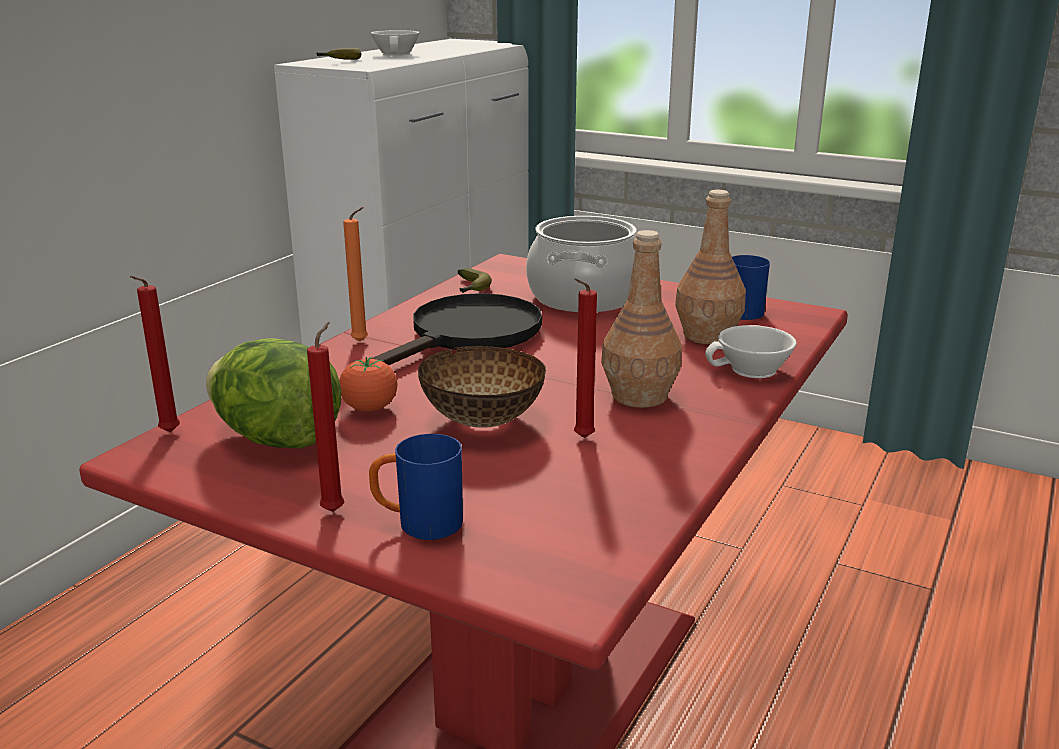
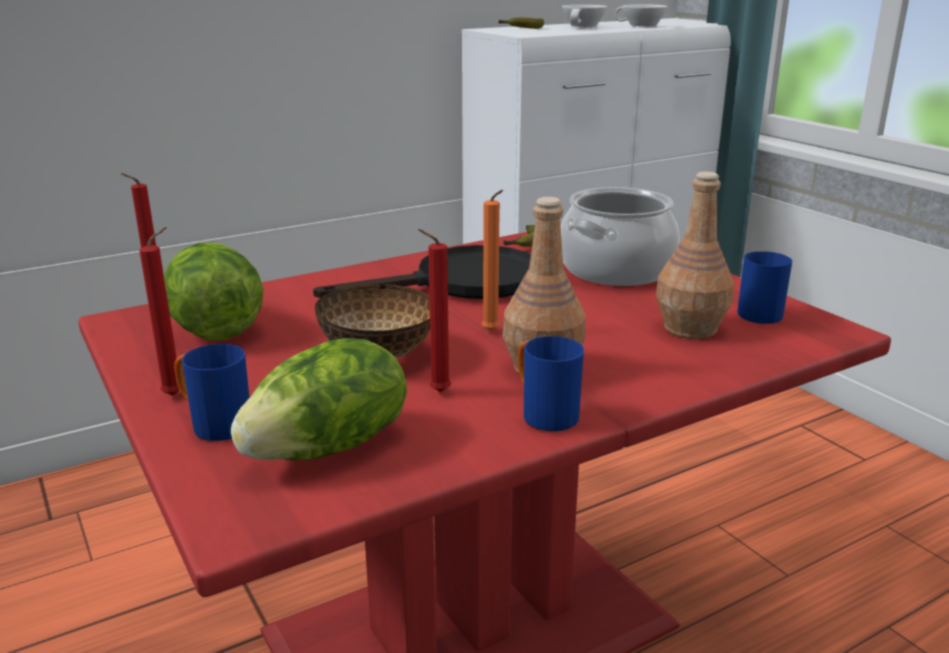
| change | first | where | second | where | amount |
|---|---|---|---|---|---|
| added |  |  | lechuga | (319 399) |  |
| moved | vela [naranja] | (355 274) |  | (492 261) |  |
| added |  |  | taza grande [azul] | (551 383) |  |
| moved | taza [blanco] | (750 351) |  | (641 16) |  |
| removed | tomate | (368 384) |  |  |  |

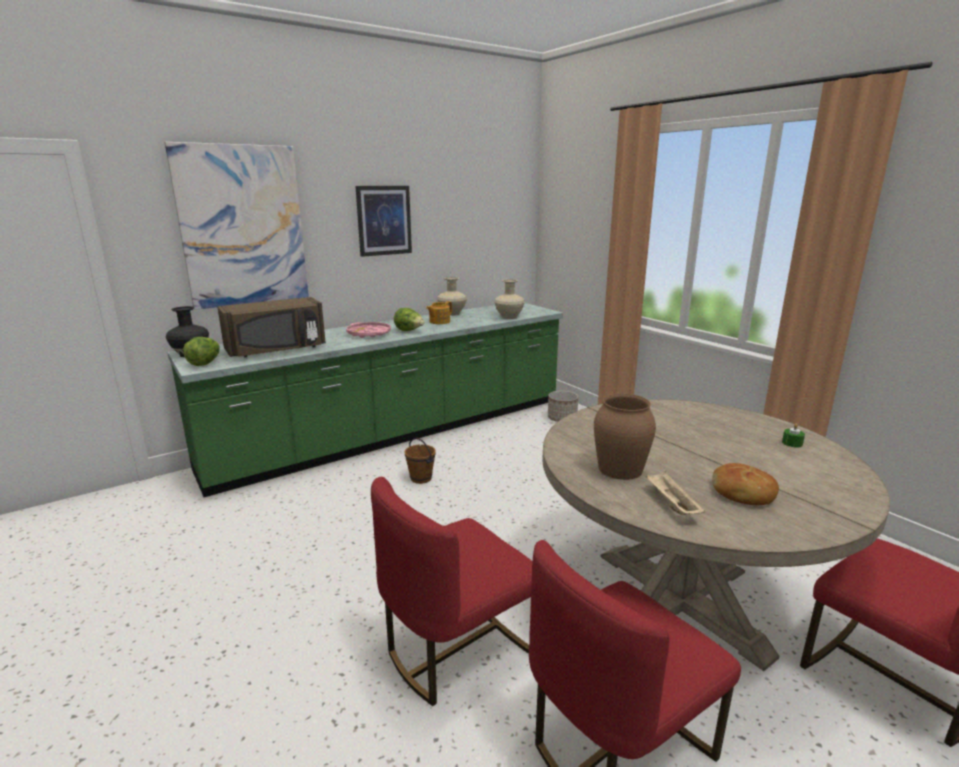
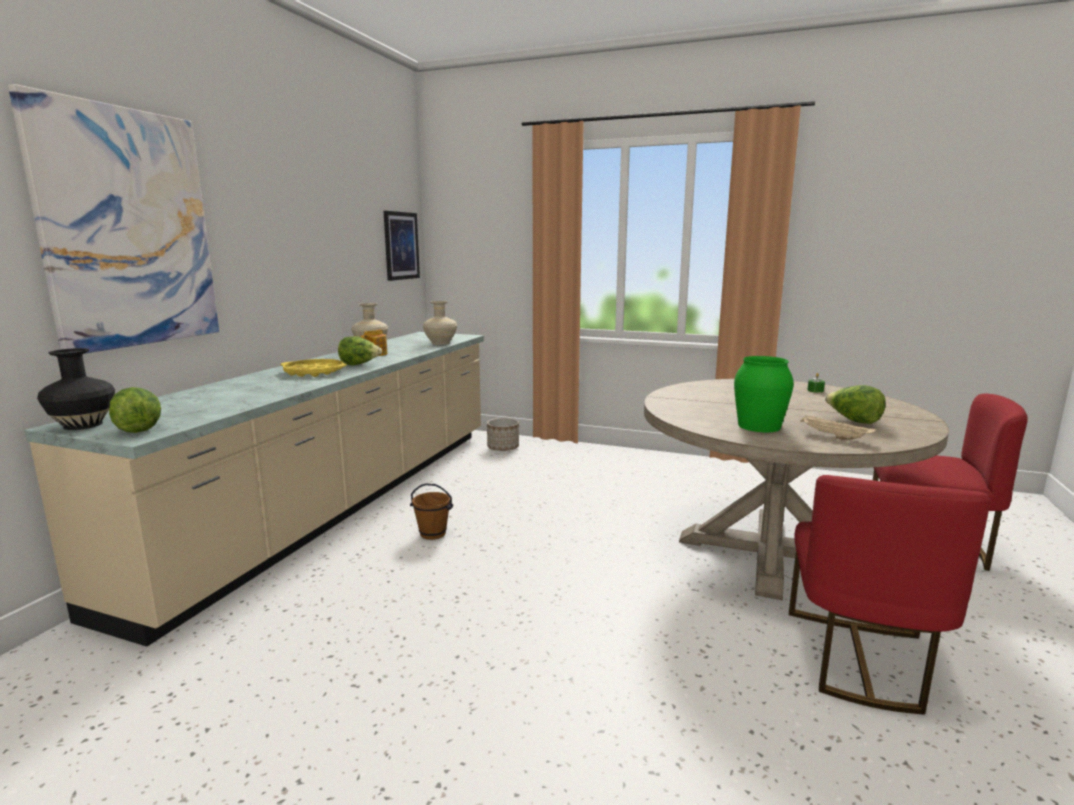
| change | first | where | second | where | amount |
|---|---|---|---|---|---|
| recoloured | mueble bajo de cocina [verde] | (365 400) | mueble bajo de cocina [beis] | (254 489) |  |
| recoloured | bandeja [rosa] | (368 330) | bandeja [amarillo] | (314 368) |  |
| moved | cuadro | (384 221) |  | (402 246) |  |
| recoloured | florero [marrón] | (625 436) | florero [verde] | (764 394) |  |
| replaced | pan | (745 484) | lechuga | (855 404) |  |
| removed | microondas [marrón] | (271 327) |  |  |  |
| removed | silla [rojo] | (452 591) |  |  |  |

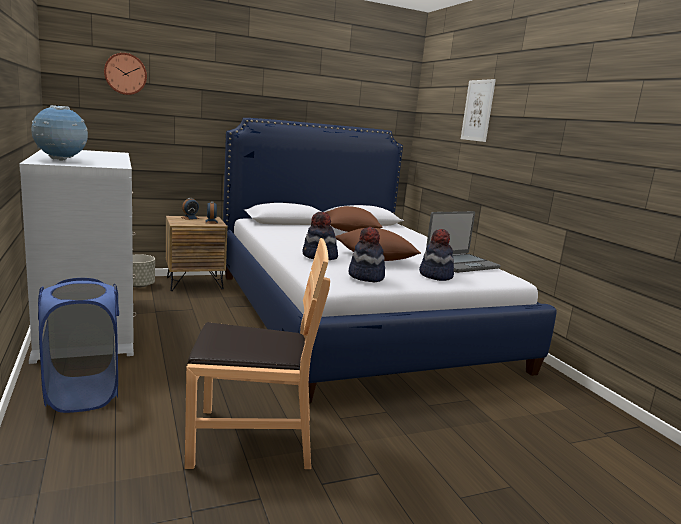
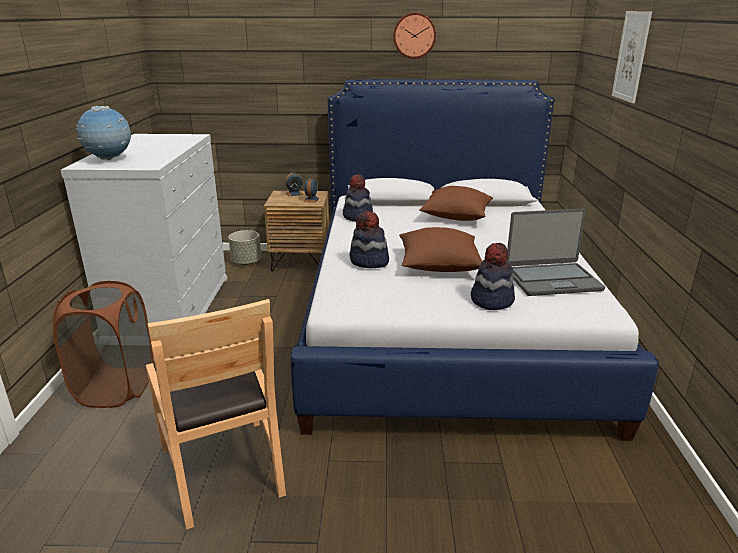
| change | first | where | second | where | amount |
|---|---|---|---|---|---|
| recoloured | cesto de la ropa [azul] | (78 345) | cesto de la ropa [marrón] | (103 344) |  |
| turned | silla [marrón] | (257 353) |  | (216 414) | 45 degrees clockwise |
| moved | sombrero | (367 254) |  | (358 198) |  |
| moved | reloj de pared | (125 74) |  | (414 36) |  |

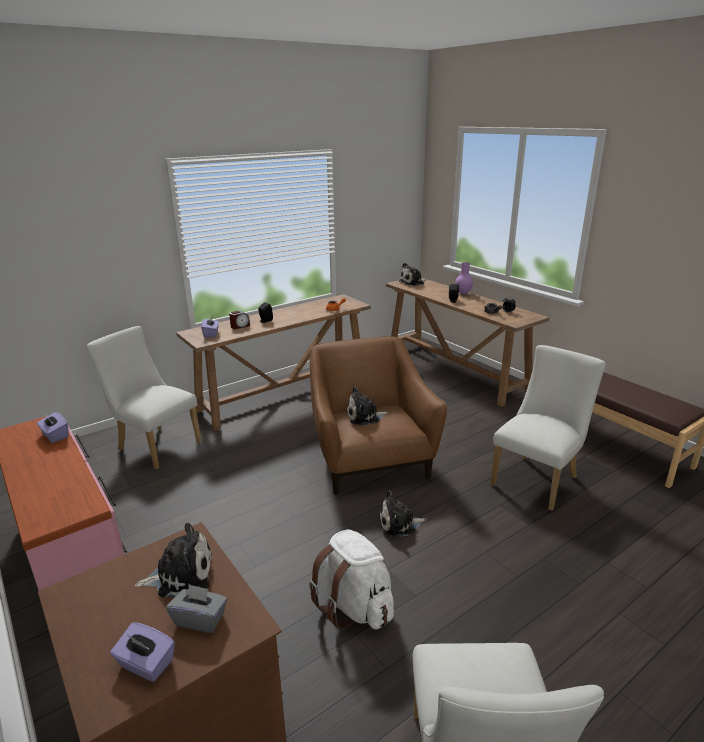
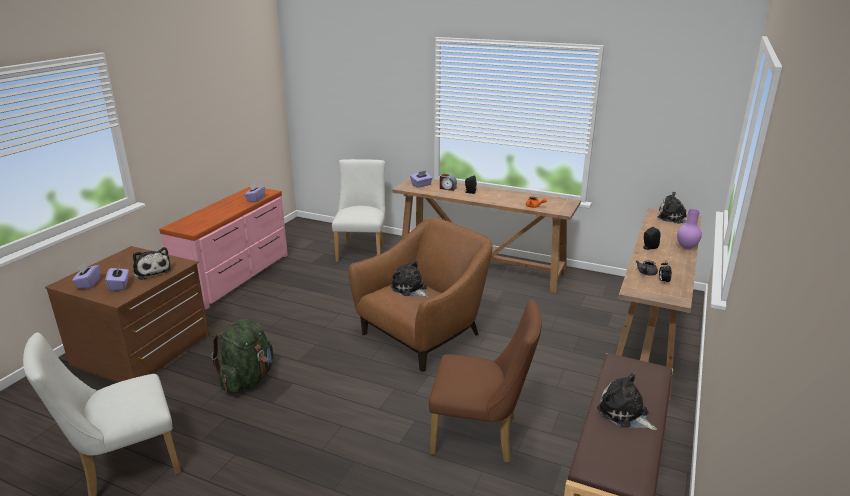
| change | first | where | second | where | amount |
|---|---|---|---|---|---|
| recoloured | caja de pañuelos [gris] | (196 608) | caja de pañuelos [morado] | (117 278) |  |
| recoloured | mochila [blanco] | (351 579) | mochila [verde] | (242 356) |  |
| recoloured | silla [blanco] | (548 428) | silla [marrón] | (485 381) |  |
| moved | peluche | (402 514) |  | (627 401) |  |

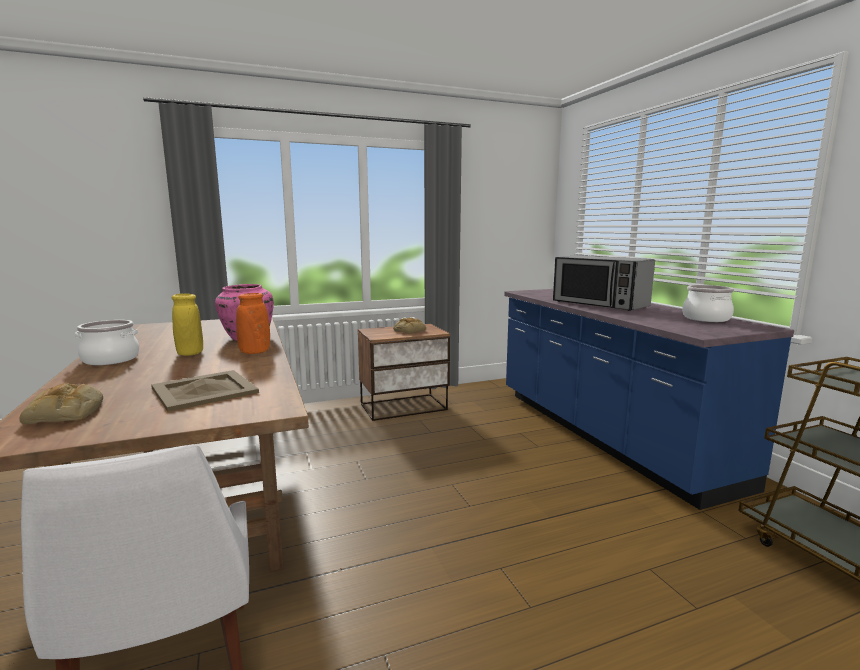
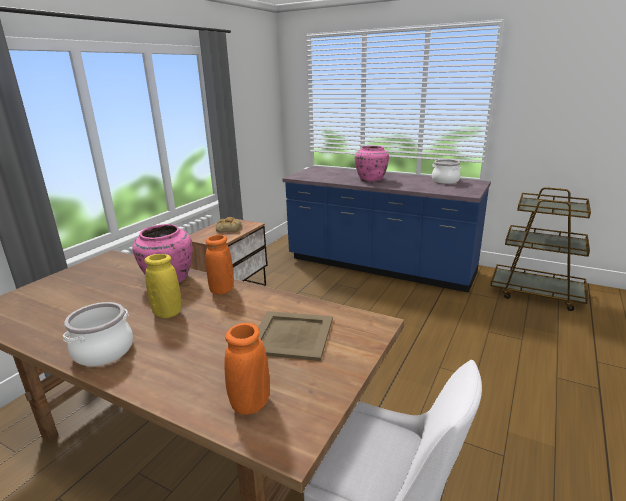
| change | first | where | second | where | amount |
|---|---|---|---|---|---|
| replaced | pan | (61 403) | florero [naranja] | (247 369) |  |
| replaced | microondas | (604 283) | florero [rosa] | (372 163) |  |

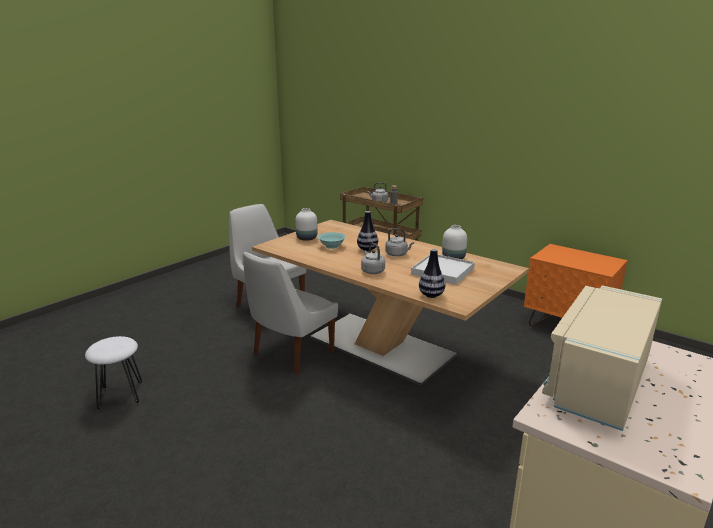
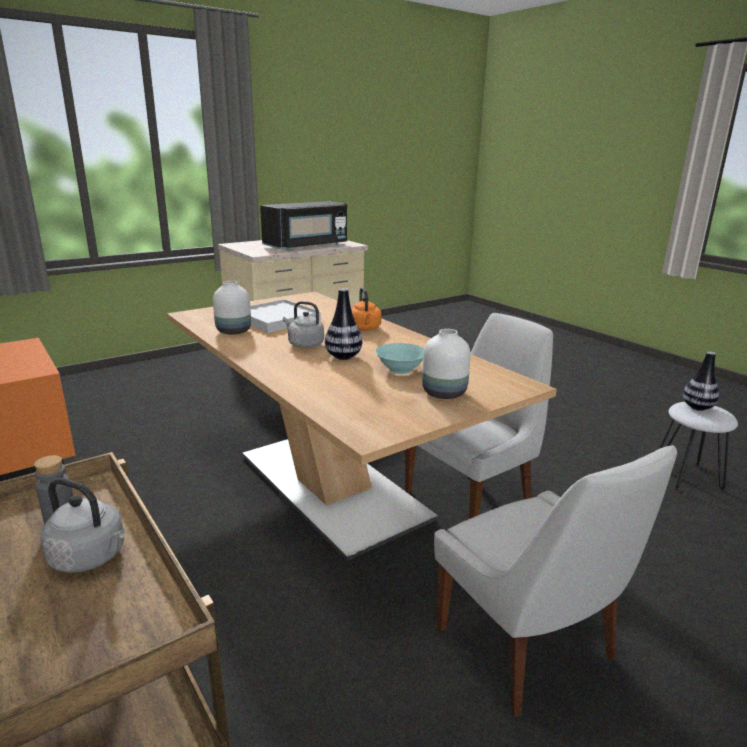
| change | first | where | second | where | amount |
|---|---|---|---|---|---|
| recoloured | microondas [beis] | (602 358) | microondas [negro] | (303 226) |  |
| recoloured | hervidor [gris] | (373 258) | hervidor [naranja] | (366 309) |  |
| moved | florero | (432 273) |  | (701 381) |  |

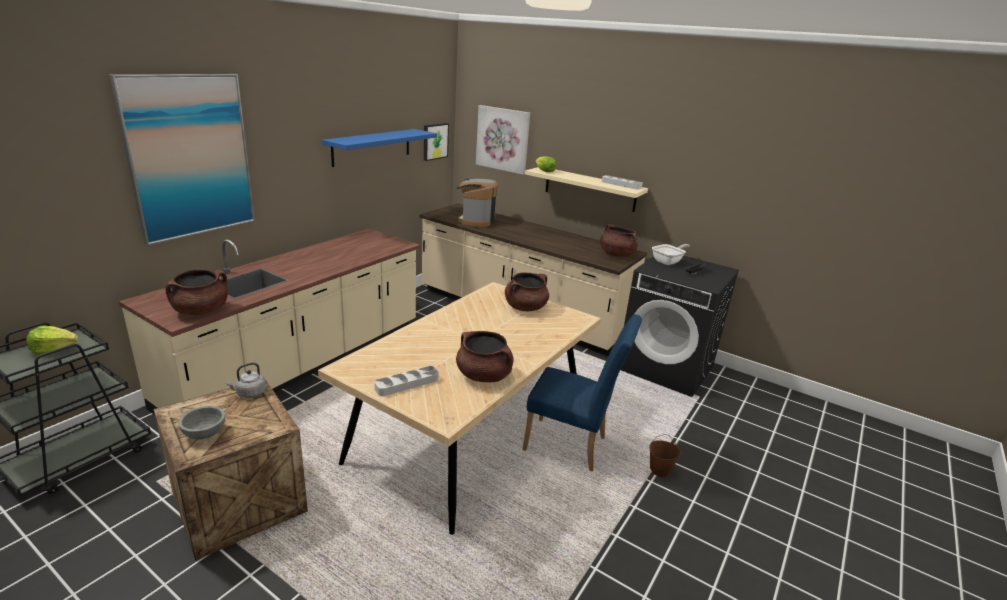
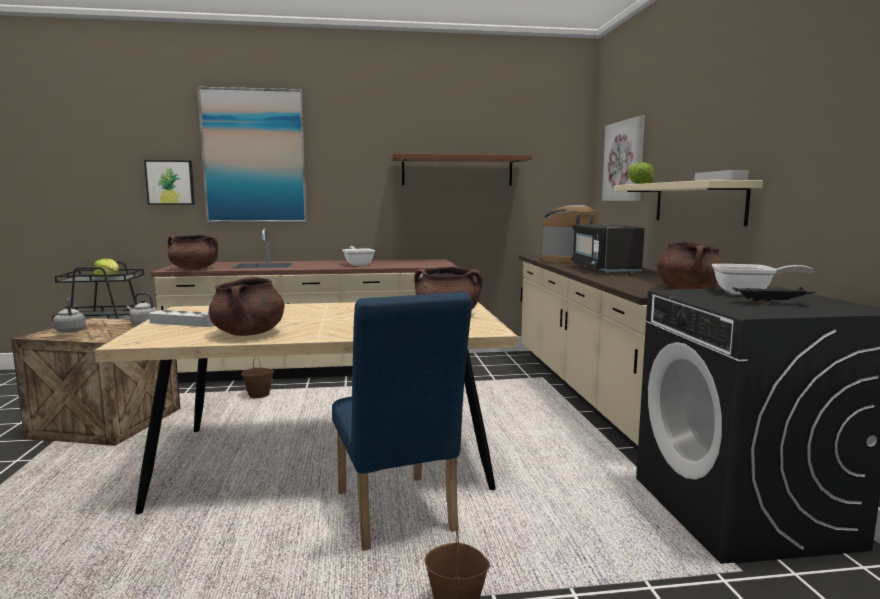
| change | first | where | second | where | amount |
|---|---|---|---|---|---|
| replaced | cuenco [gris] | (201 422) | hervidor [gris] | (69 315) |  |
| moved | cuadro | (436 142) |  | (169 182) |  |
| added |  |  | cubo [marrón] | (257 377) |  |
| added |  |  | sartén | (358 256) |  |
| recoloured | estante [azul] | (379 148) | estante [marrón] | (461 170) |  |
| added |  |  | microondas [negro] | (608 249) |  |

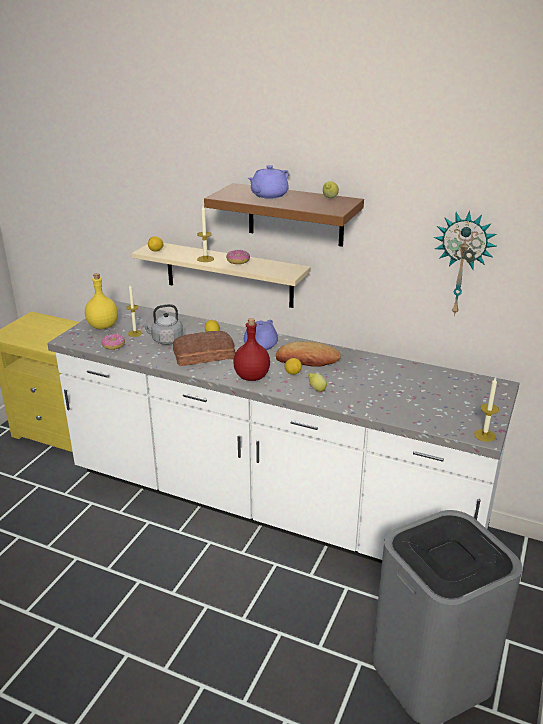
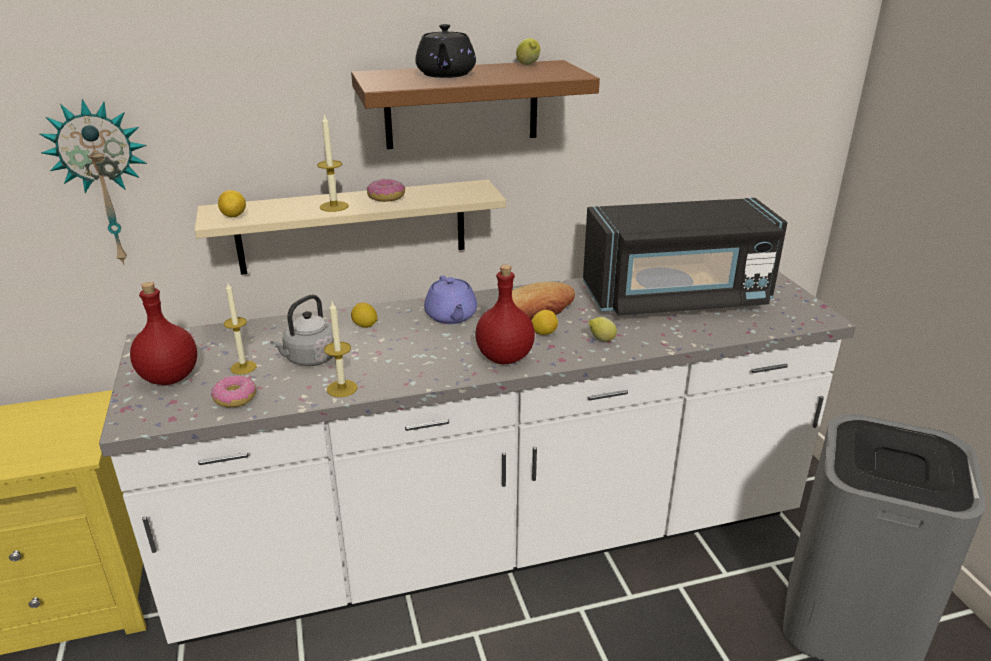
| change | first | where | second | where | amount |
|---|---|---|---|---|---|
| moved | reloj de pared | (465 263) |  | (93 182) |  |
| recoloured | botella [amarillo] | (101 301) | botella [rojo] | (163 333) |  |
| moved | vela | (486 409) |  | (341 349) |  |
| recoloured | tetera [morado] | (268 182) | tetera [negro] | (445 51) |  |
| added |  |  | microondas [negro] | (685 256) |  |
| removed | pan | (204 348) |  |  |  |

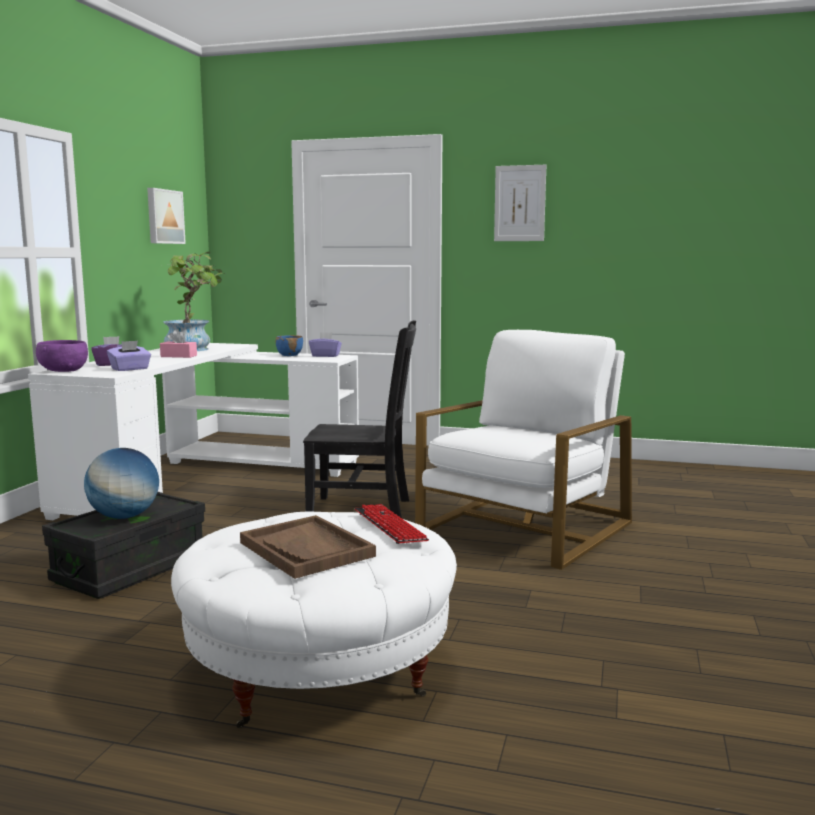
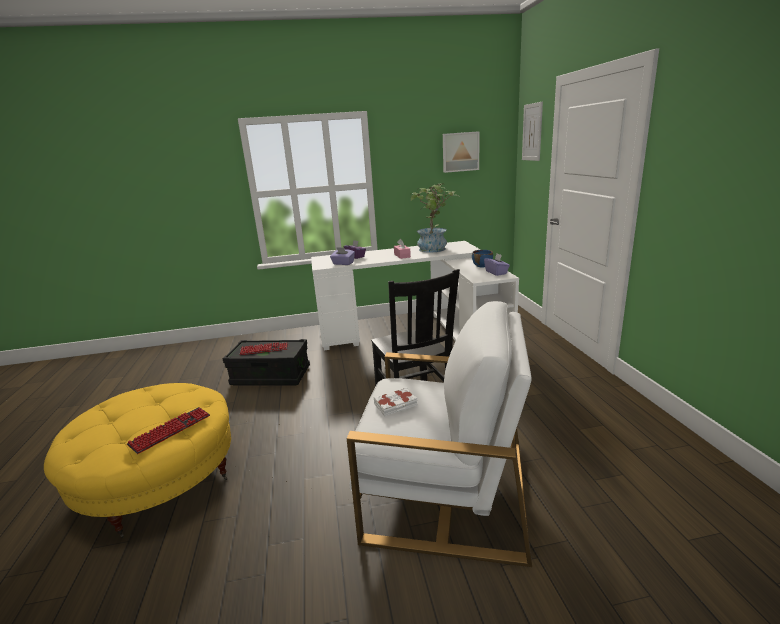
| change | first | where | second | where | amount |
|---|---|---|---|---|---|
| recoloured | puf [blanco] | (314 620) | puf [amarillo] | (137 460) |  |
| replaced | globo terráqueo | (121 483) | teclado | (264 348) |  |
| added |  |  | libro [blanco] | (395 401) |  |
| moved | cuadro | (520 203) |  | (532 131) |  |
| removed | cuenco [morado] | (62 356) |  |  |  |
| removed | bandeja [marrón] | (308 547) |  |  |  |

